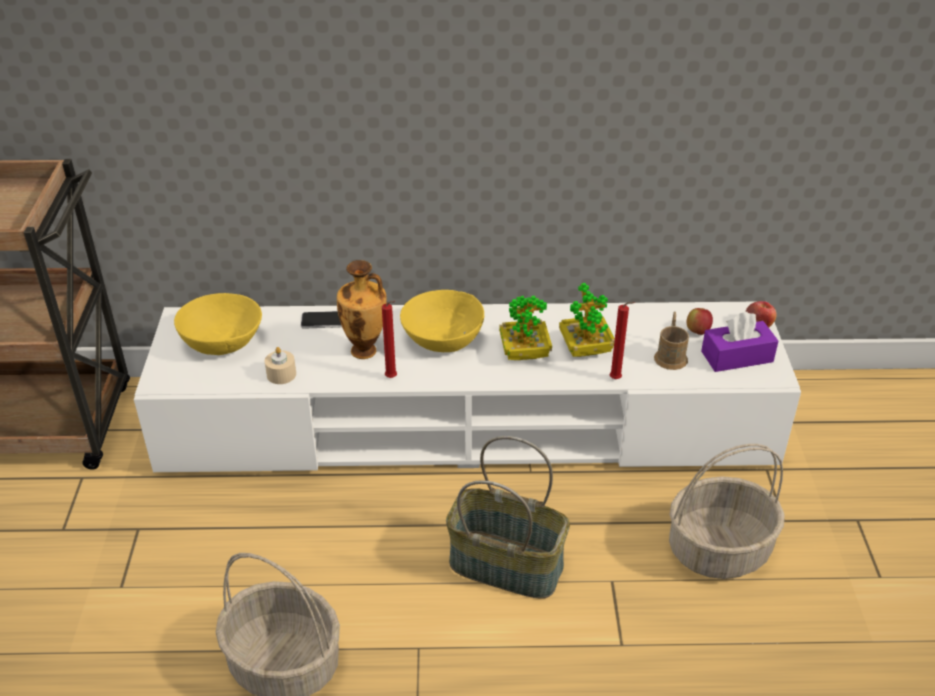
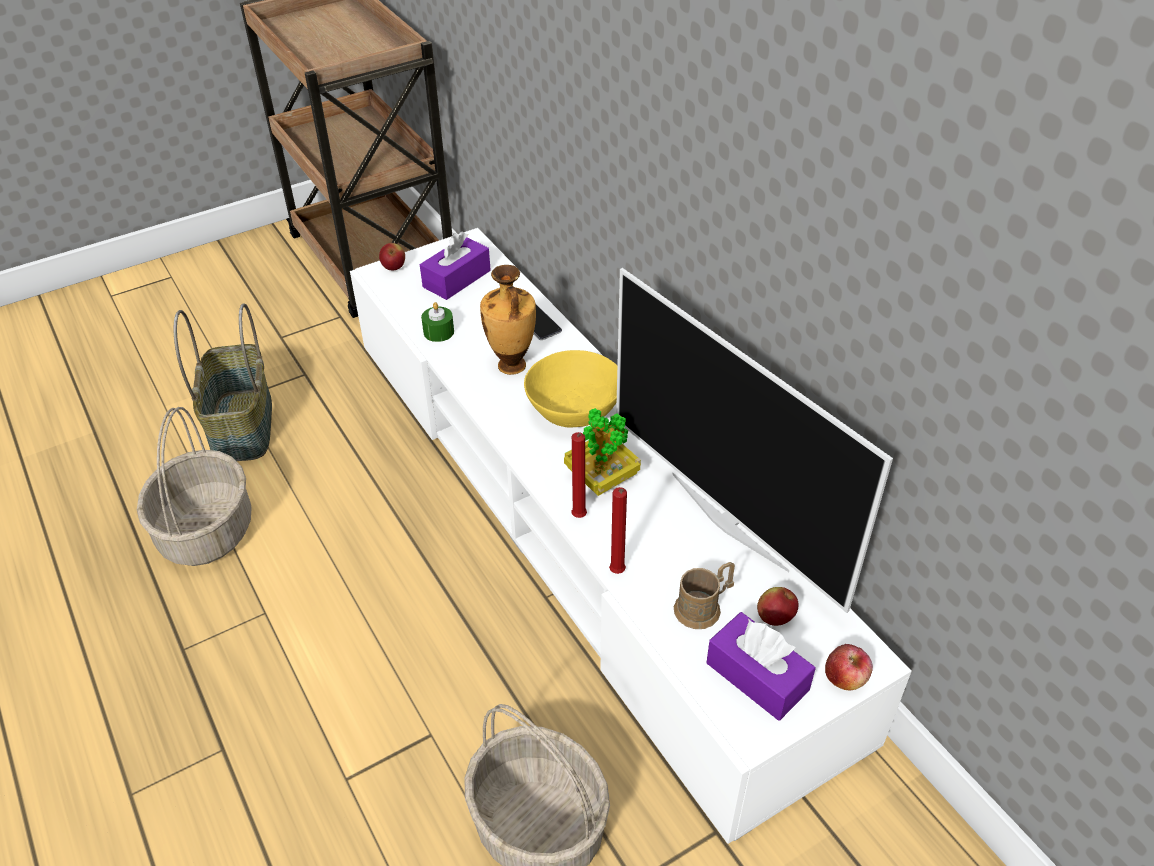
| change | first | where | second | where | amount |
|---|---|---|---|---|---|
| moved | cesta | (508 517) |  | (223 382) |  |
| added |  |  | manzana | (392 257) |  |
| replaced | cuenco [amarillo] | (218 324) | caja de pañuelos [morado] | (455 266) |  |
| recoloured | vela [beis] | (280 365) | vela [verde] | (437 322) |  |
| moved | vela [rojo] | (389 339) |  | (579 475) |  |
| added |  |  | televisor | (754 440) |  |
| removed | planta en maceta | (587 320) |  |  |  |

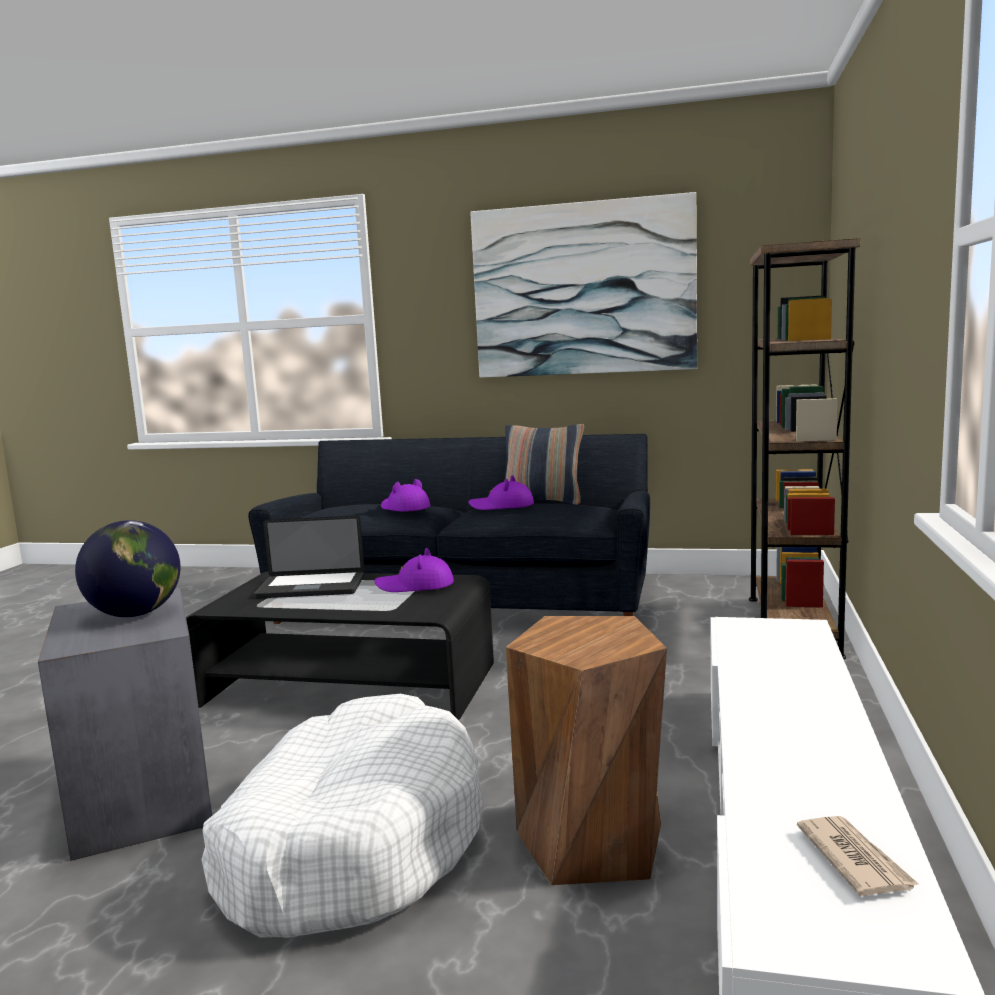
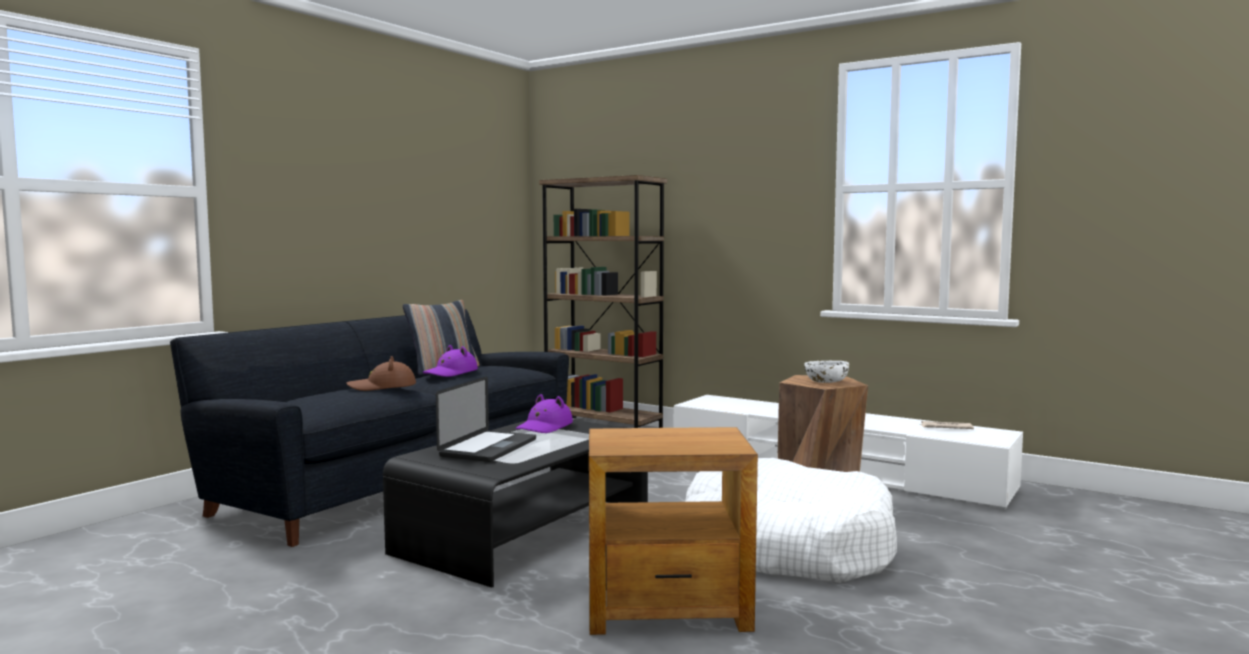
| change | first | where | second | where | amount |
|---|---|---|---|---|---|
| recoloured | sombrero [morado] | (405 495) | sombrero [marrón] | (381 373) |  |
| recoloured | mesa auxiliar [gris] | (125 724) | mesa auxiliar [marrón] | (673 531) |  |
| added |  |  | cuenco [blanco] | (826 372) |  |
| removed | globo terráqueo | (127 568) |  |  |  |
| removed | cuadro | (583 285) |  |  |  |

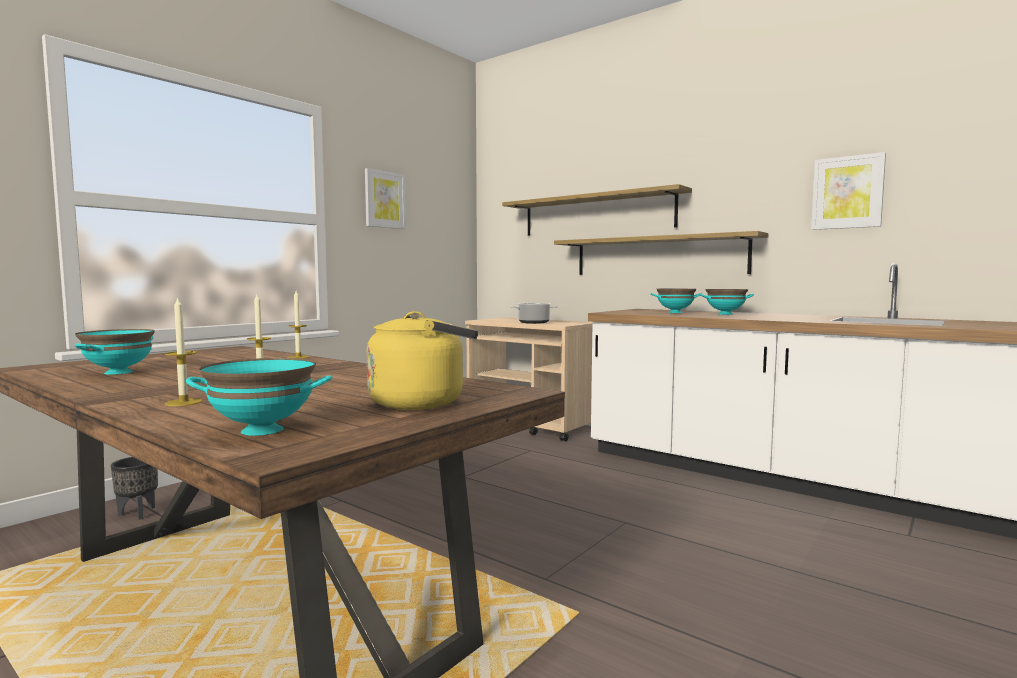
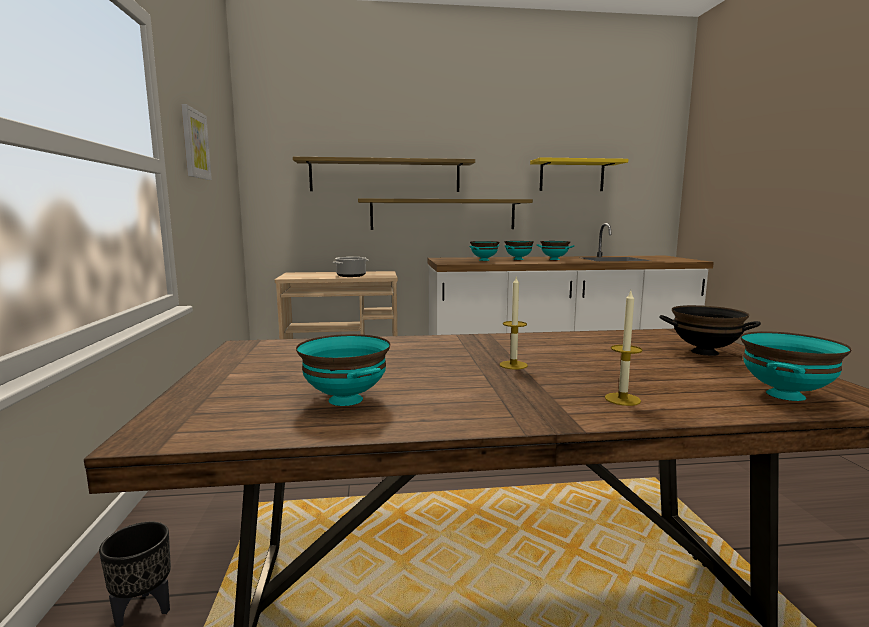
| change | first | where | second | where | amount |
|---|---|---|---|---|---|
| replaced | cuadro | (848 191) | estante [amarillo] | (579 174) |  |
| added |  |  | cuenco [turquesa] | (555 250) |  |
| replaced | hervidor [amarillo] | (422 360) | cuenco [negro] | (710 330) |  |
| removed | vela | (299 325) |  |  |  |

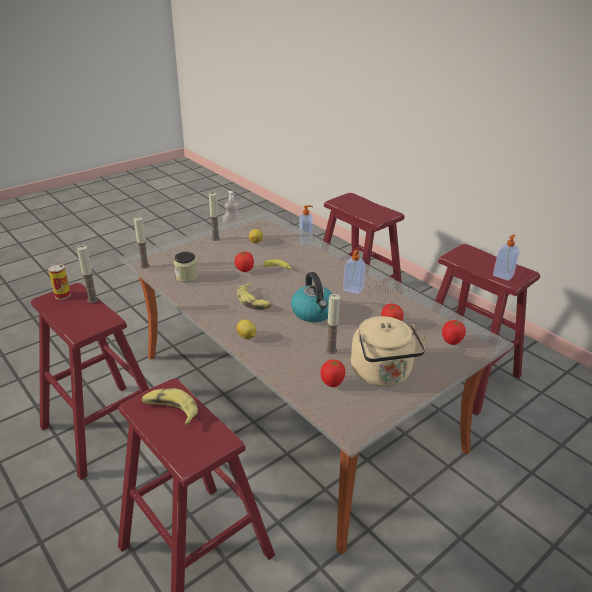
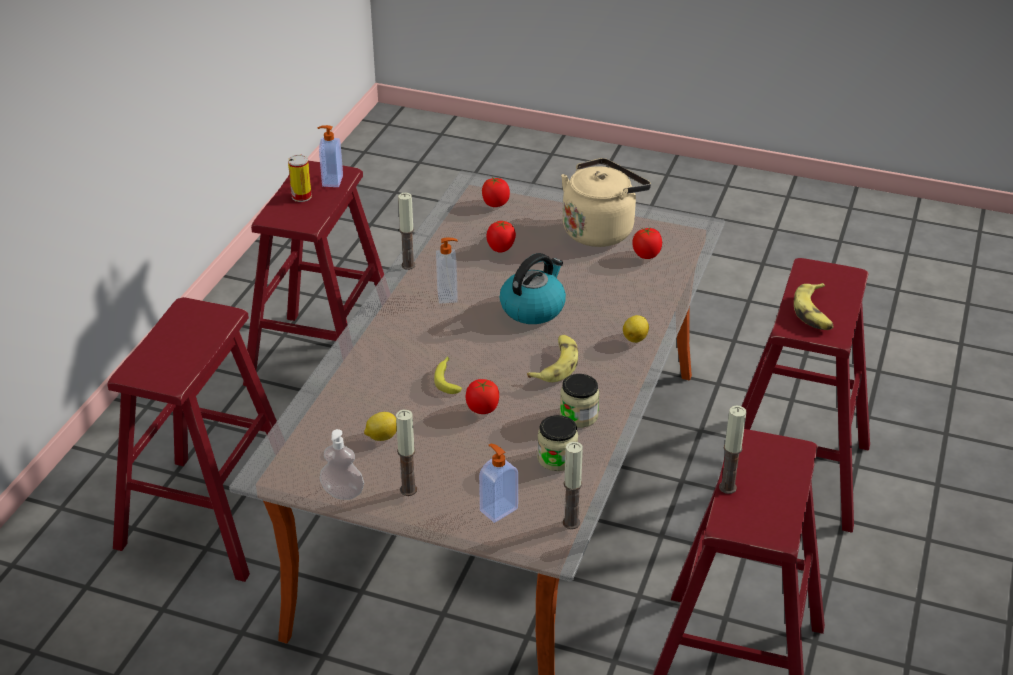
| change | first | where | second | where | amount |
|---|---|---|---|---|---|
| moved | lata | (59 282) |  | (300 178) |  |
| moved | vela | (333 324) |  | (407 231) |  |
| moved | dispensador de jabón | (306 225) |  | (498 483) |  |
| added |  |  | tarro | (579 401) |  |

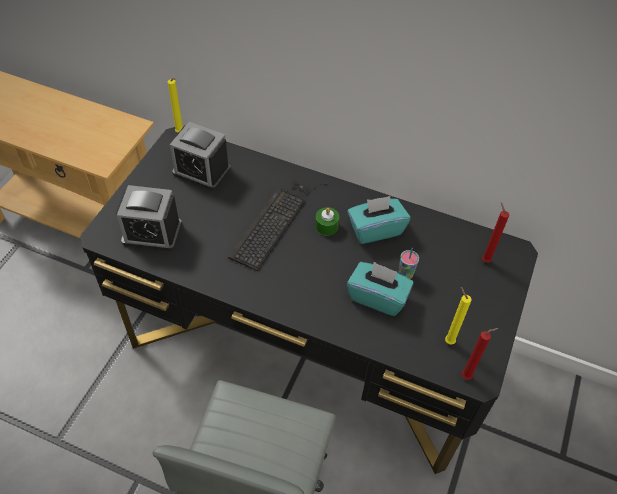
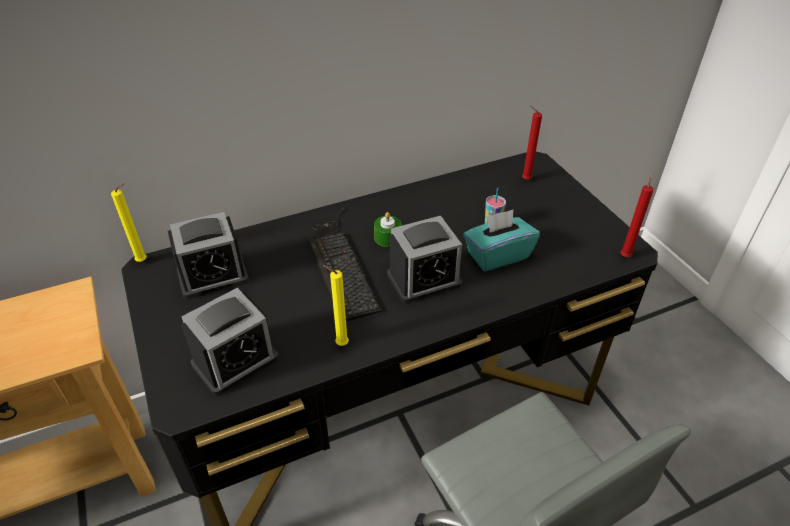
| change | first | where | second | where | amount |
|---|---|---|---|---|---|
| moved | vela [amarillo] | (458 316) |  | (335 305) |  |
| added |  |  | despertador | (424 260) |  |
| removed | caja de pañuelos [turquesa] | (378 220) |  |  |  |

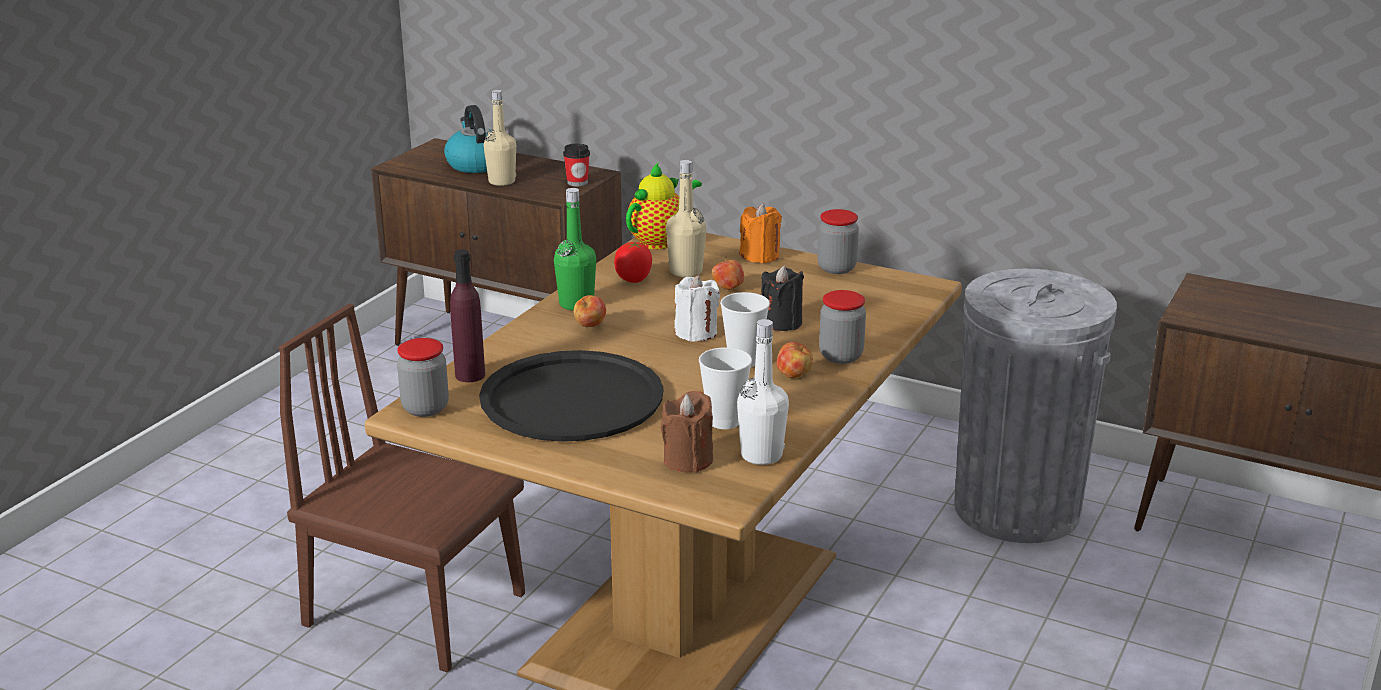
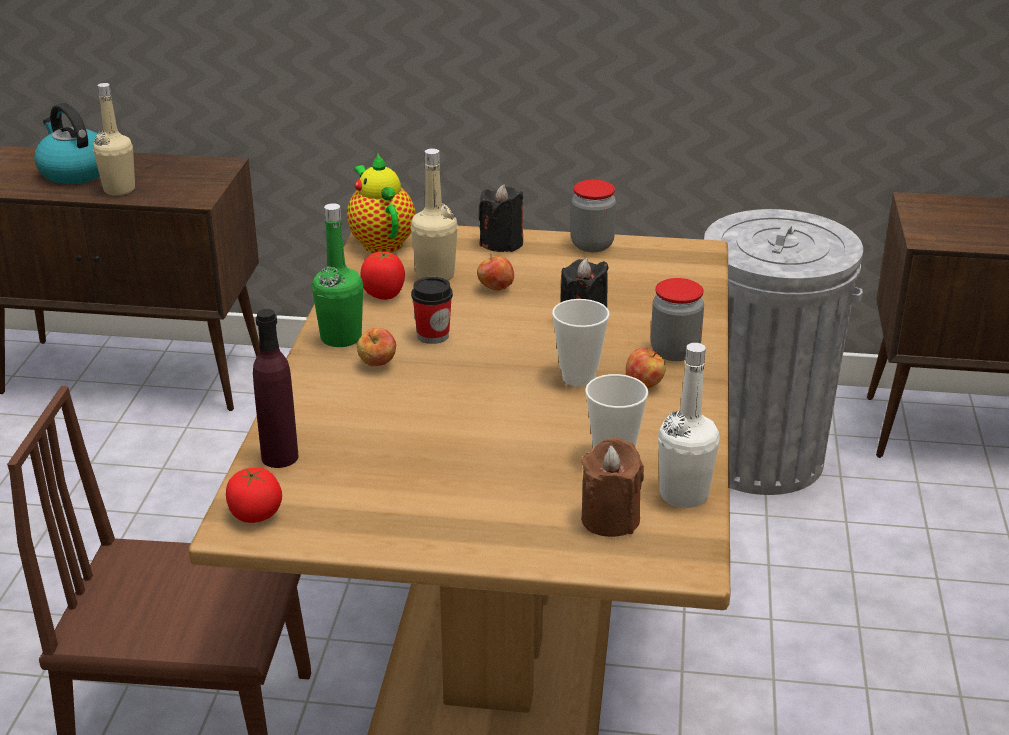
| change | first | where | second | where | amount |
|---|---|---|---|---|---|
| replaced | tarro | (423 377) | tomate | (254 495) |  |
| turned | tetera | (664 206) |  | (381 203) | 45 degrees counterclockwise |
| moved | taza | (576 164) |  | (432 310) |  |
| recoloured | vela [naranja] | (760 233) | vela [negro] | (501 218) |  |
| removed | bandeja [negro] | (571 396) |  |  |  |
| removed | vela [blanco] | (697 308) |  |  |  |

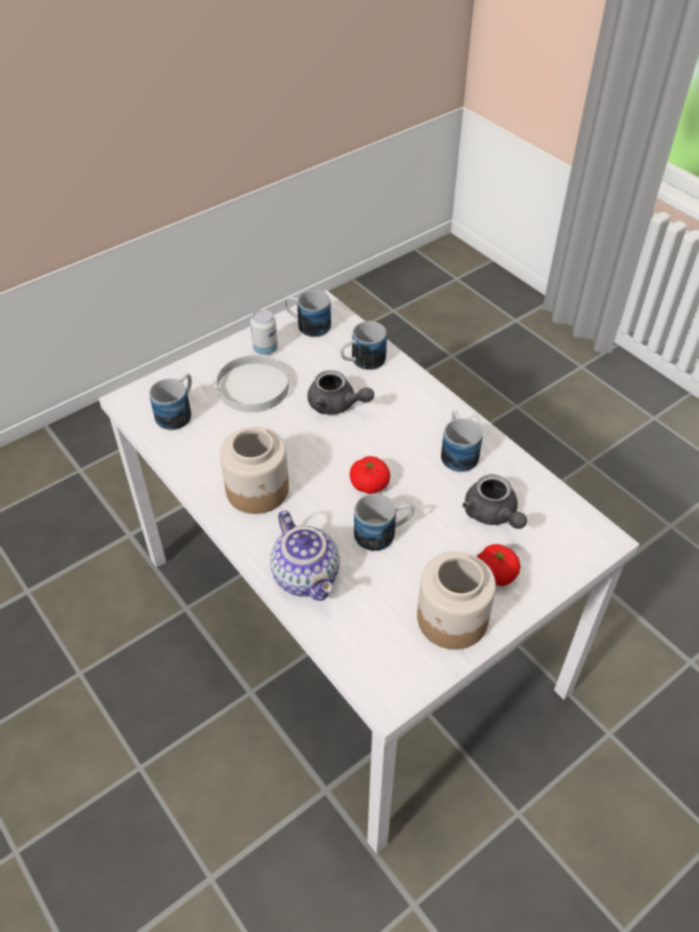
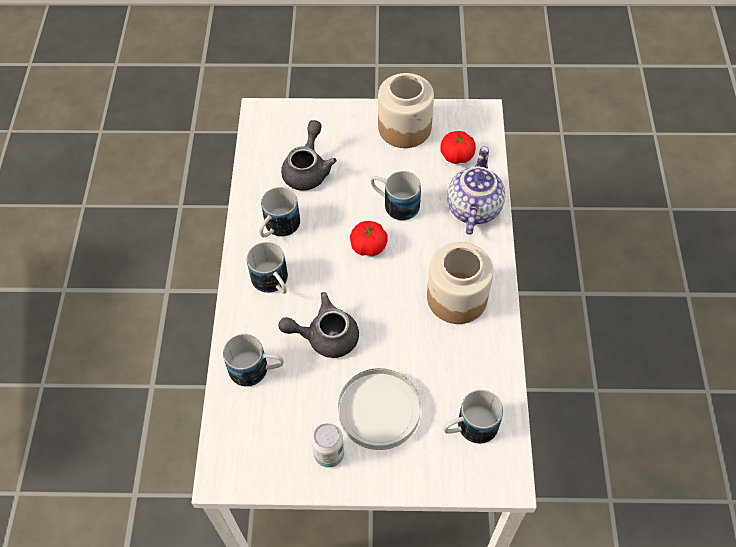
| change | first | where | second | where | amount |
|---|---|---|---|---|---|
| moved | taza grande | (307 313) |  | (267 268) |  |
| turned | tetera [gris] | (340 392) |  | (318 325) | 75 degrees counterclockwise |
| moved | tomate | (499 565) |  | (458 147) |  |

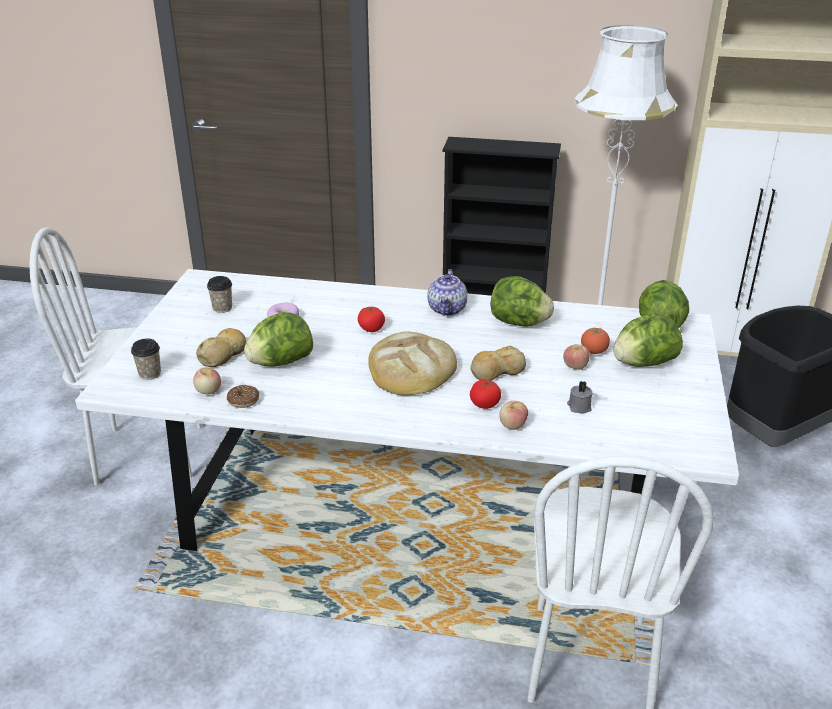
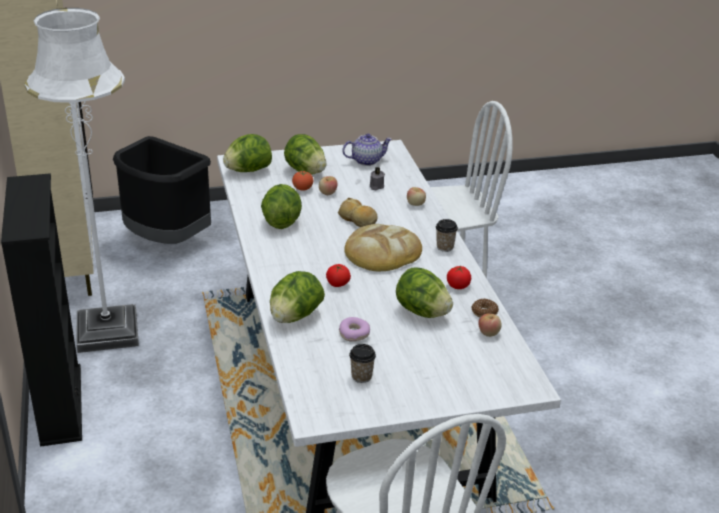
| change | first | where | second | where | amount |
|---|---|---|---|---|---|
| added |  |  | lechuga | (297 297) |  |
| moved | tetera | (447 292) |  | (367 150) |  |
| moved | taza | (146 359) |  | (447 235) |  |
| moved | tomate | (485 394) |  | (459 277) |  |
| removed | pan | (221 347) |  |  |  |

